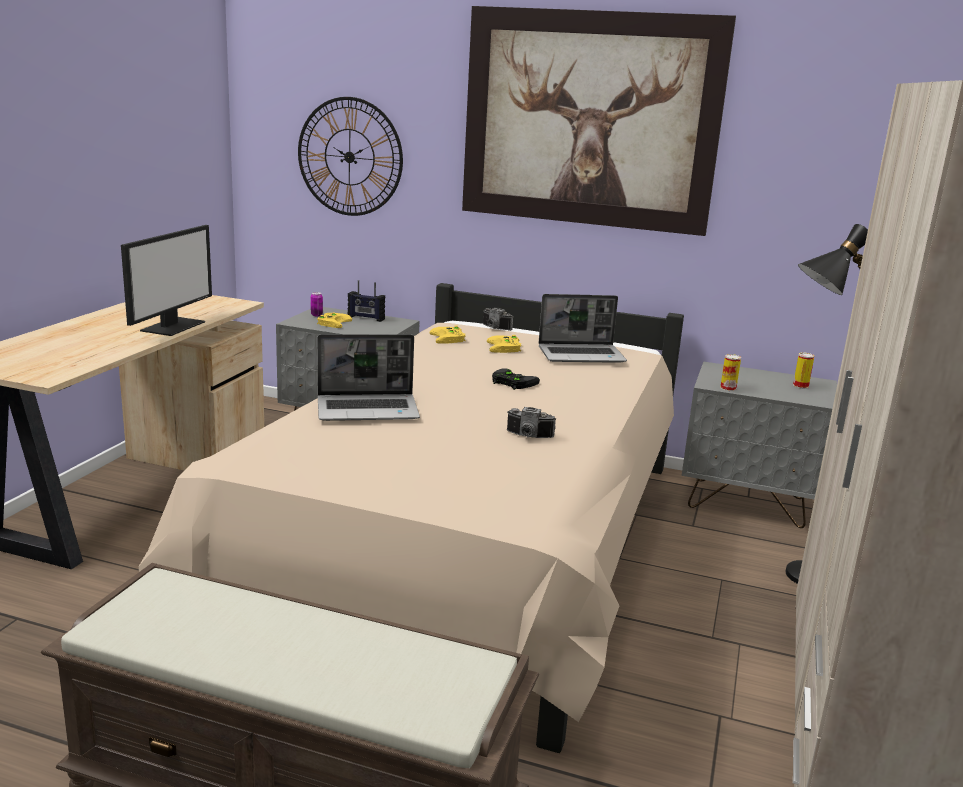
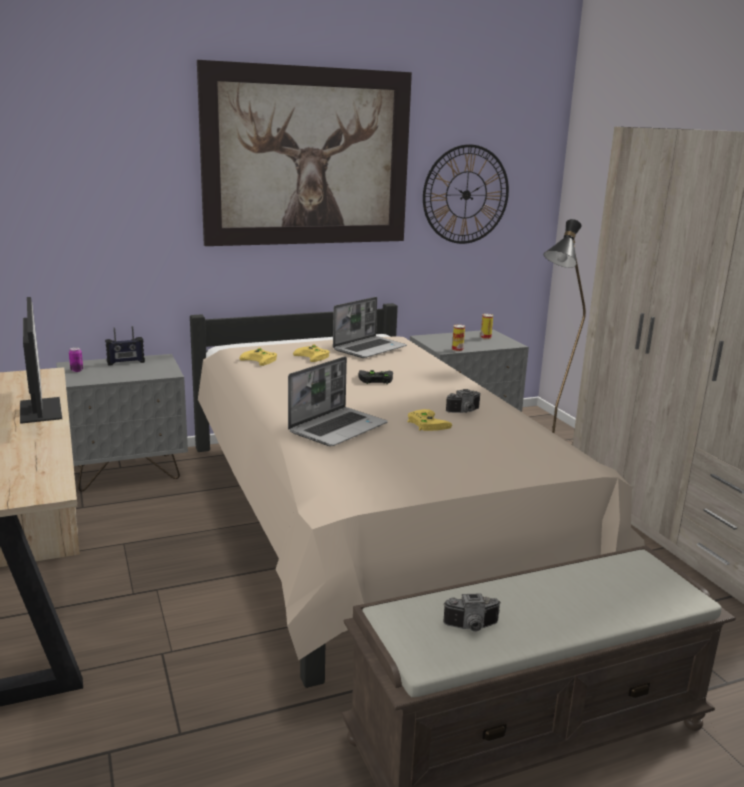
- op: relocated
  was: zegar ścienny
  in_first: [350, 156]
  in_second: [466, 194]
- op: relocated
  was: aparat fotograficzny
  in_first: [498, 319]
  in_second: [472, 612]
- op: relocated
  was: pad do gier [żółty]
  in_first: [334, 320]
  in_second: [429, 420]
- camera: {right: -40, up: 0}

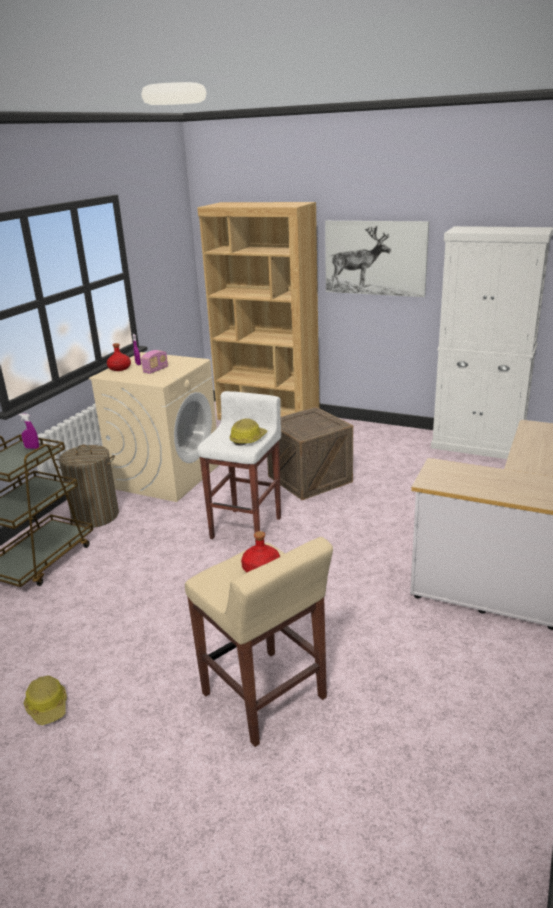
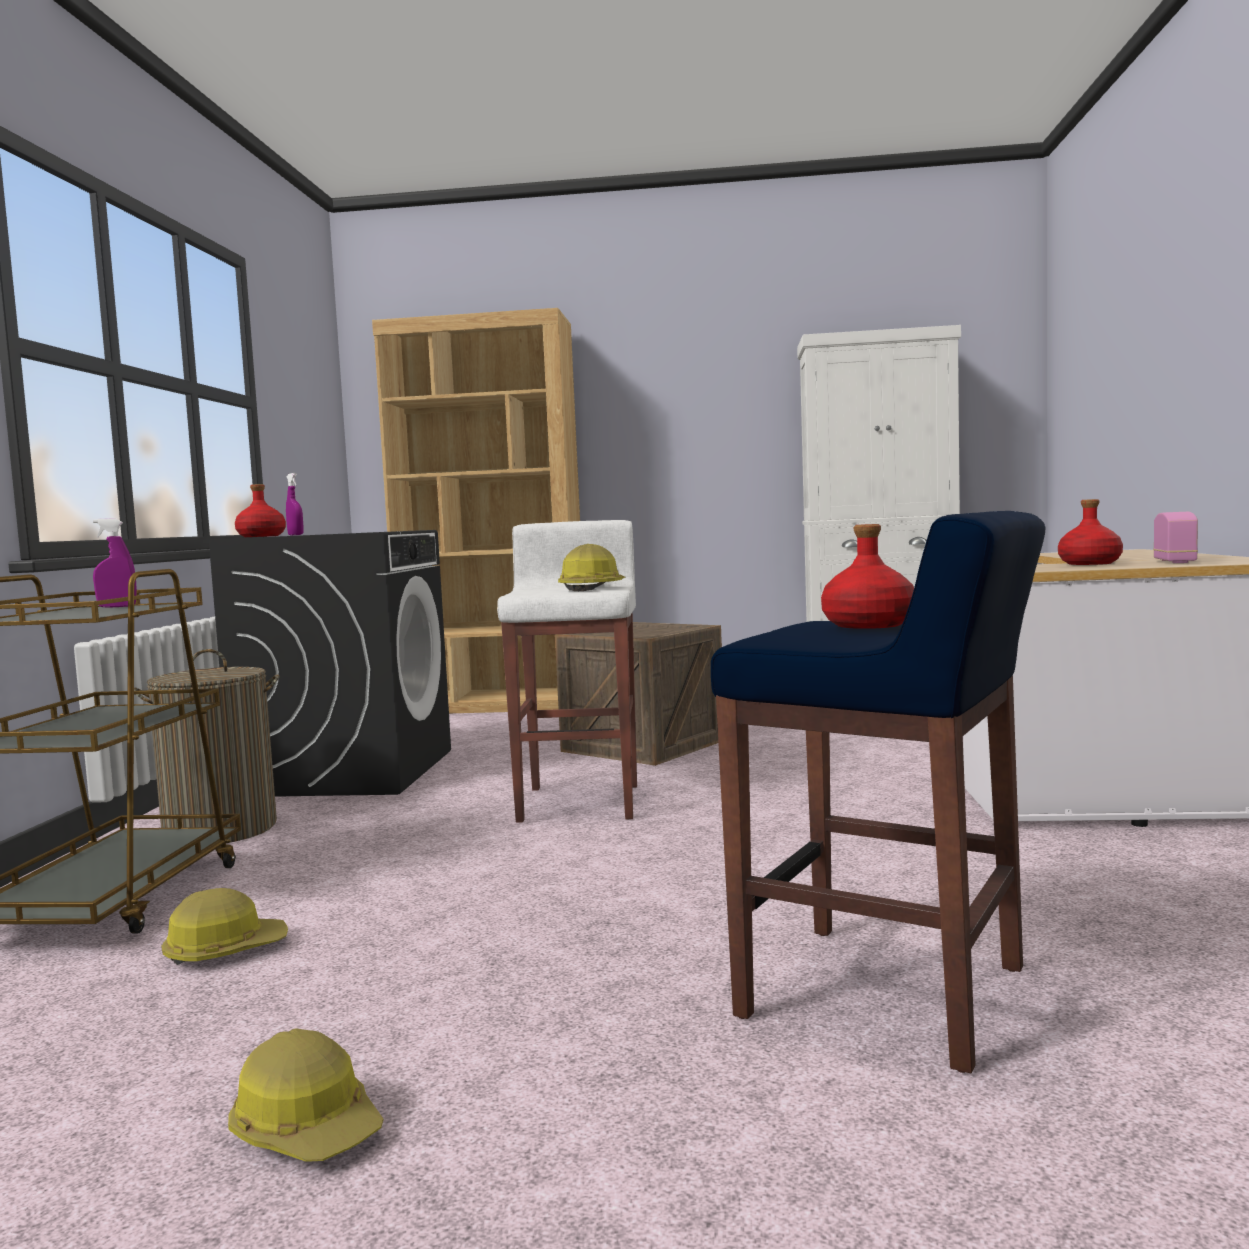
- op: missing
  was: obraz
  in_first: [377, 259]
- op: relocated
  was: radio
  in_first: [154, 362]
  in_second: [1175, 537]
- op: colour
  was: pralka [beżowy]
  now: pralka [czarny]
  in_first: [154, 427]
  in_second: [327, 663]
- op: colour
  was: stołek [beżowy]
  now: stołek [niebieski]
  in_first: [259, 642]
  in_second: [878, 792]
- op: appeared
  now: butelka [czerwony]
  in_second: [1090, 532]
- op: appeared
  now: kask
  in_second: [224, 926]
- camera: {right: -20, up: -20}

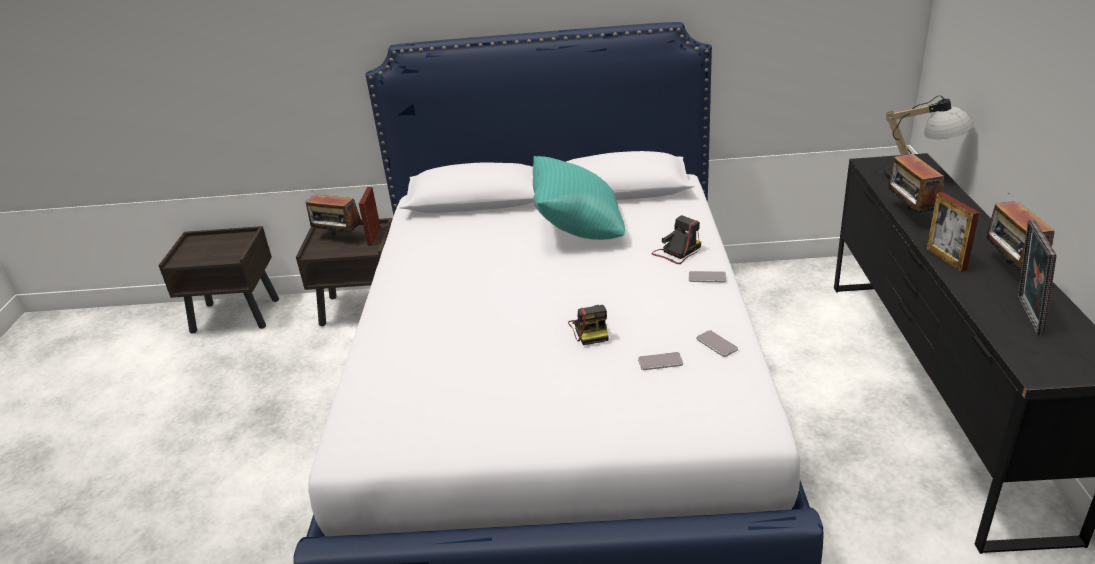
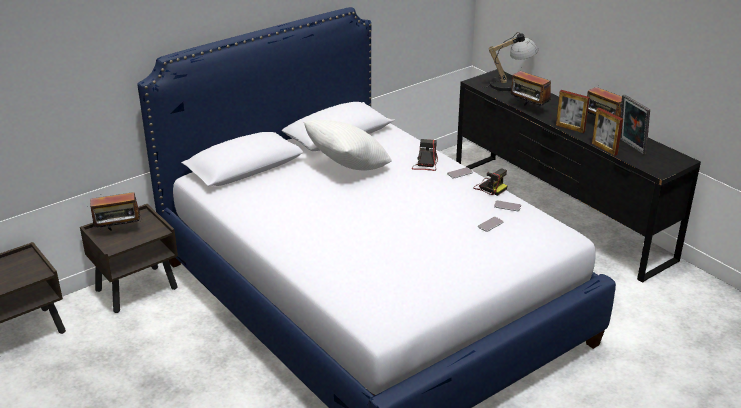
- op: colour
  was: poduszka [turkusowy]
  now: poduszka [biały]
  in_first: [579, 198]
  in_second: [348, 145]
- op: relocated
  was: ramka na zdjęcie
  in_first: [370, 216]
  in_second: [607, 132]
- op: relocated
  was: aparat fotograficzny
  in_first: [588, 325]
  in_second: [490, 182]
- camera: {right: -40, up: 0}

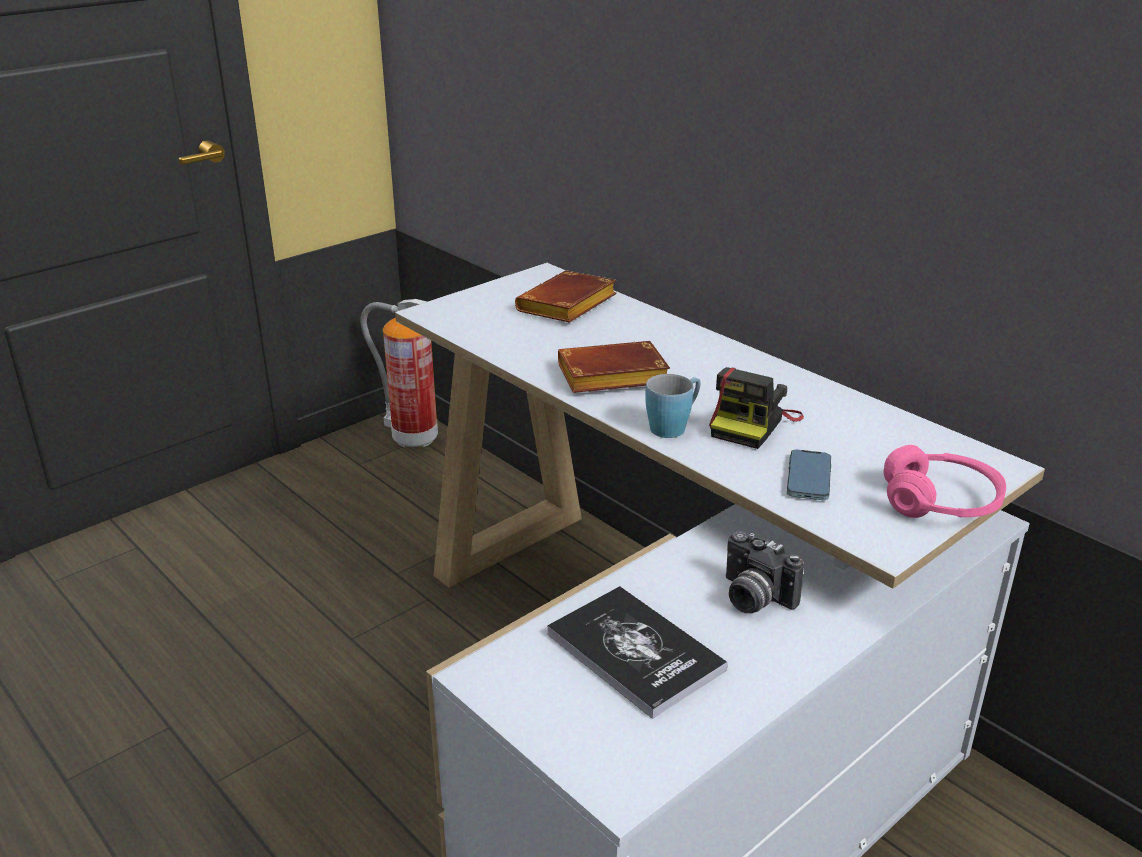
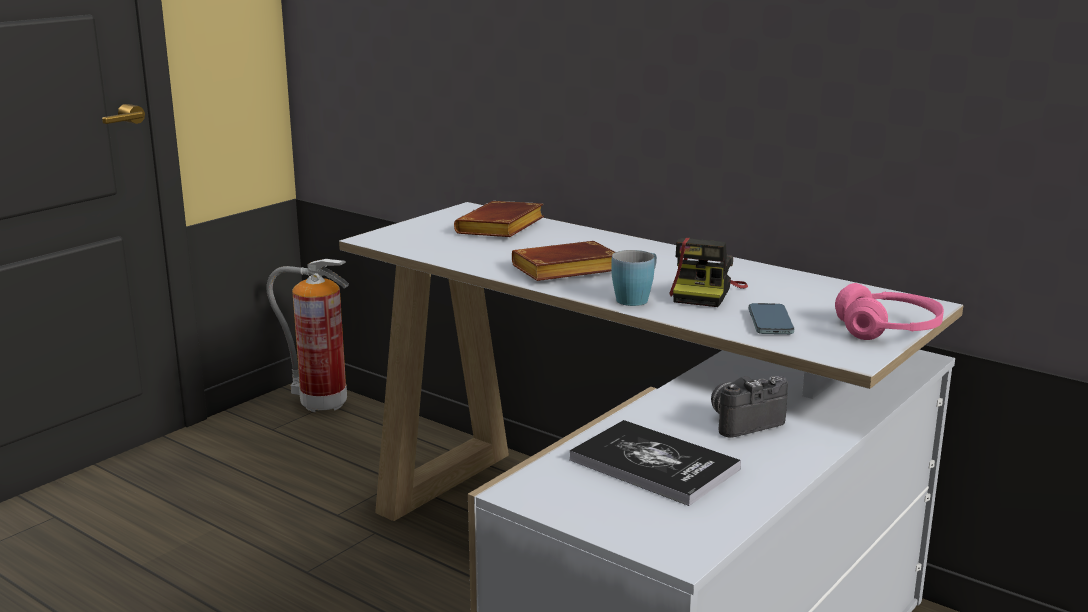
- op: spun
  was: aparat fotograficzny
  in_first: [765, 572]
  in_second: [749, 406]
  clockwise: 120
- camera: {right: -10, up: -10}

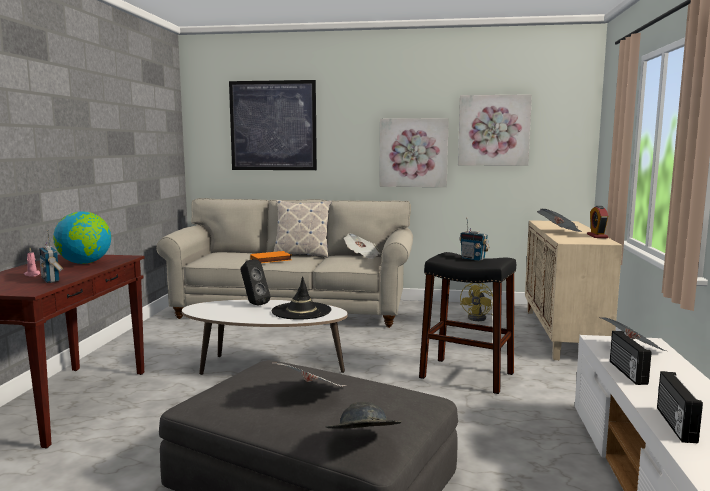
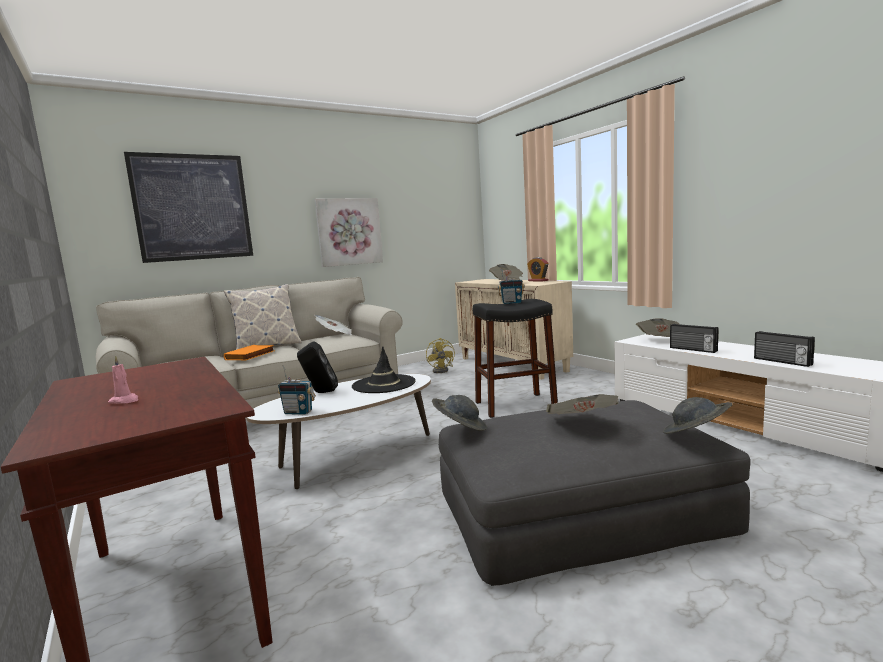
- op: missing
  was: obraz
  in_first: [495, 130]
- op: missing
  was: globus
  in_first: [82, 237]
- op: relocated
  was: radio
  in_first: [51, 256]
  in_second: [297, 389]
- op: appeared
  now: kapelusz [szary]
  in_second: [459, 413]
- camera: {right: -40, up: 0}

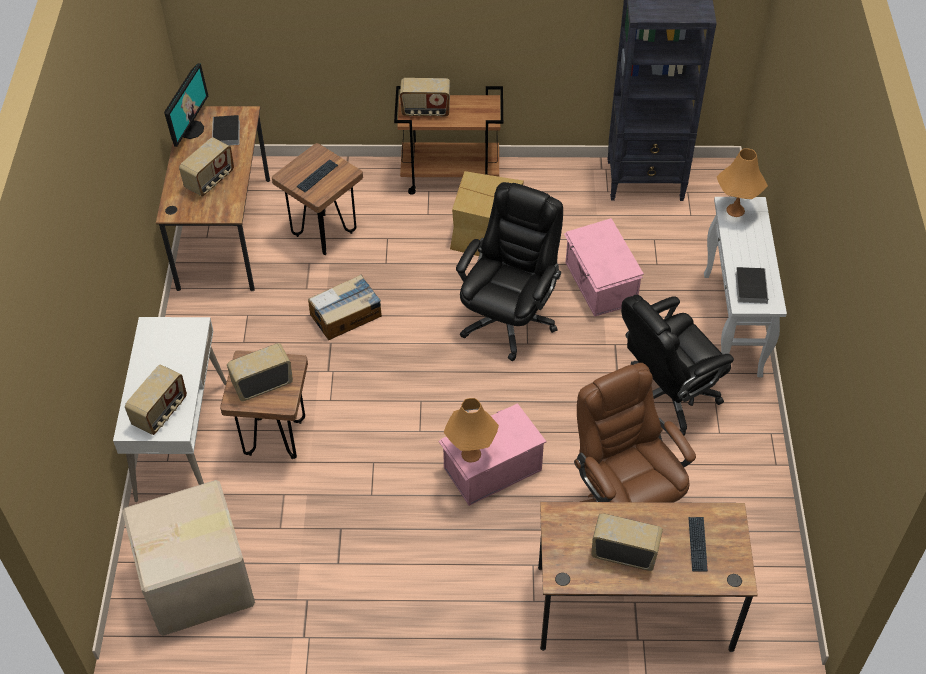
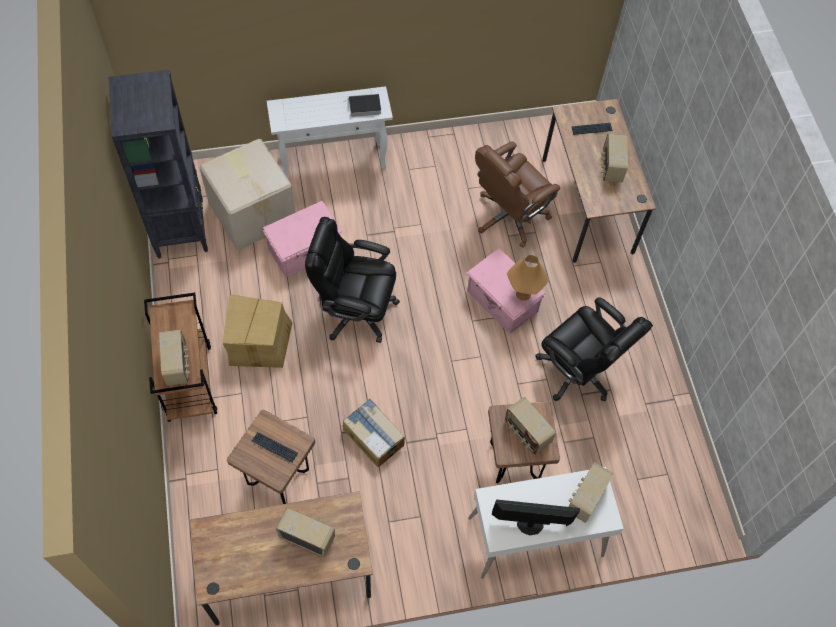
- op: relocated
  was: monitor
  in_first: [186, 105]
  in_second: [536, 517]
- op: missing
  was: książka
  in_first: [226, 130]
- op: missing
  was: lampa stołowa [pomarańczowy]
  in_first: [742, 182]
- op: relocated
  was: krzesło biurowe [czarny]
  in_first: [677, 365]
  in_second: [594, 349]
- op: spun
  was: radio
  in_first: [156, 399]
  in_second: [591, 492]
  clockwise: -75
- op: relocated
  was: karton
  in_first: [188, 558]
  in_second: [247, 194]
- camera: {right: -105, up: 10}

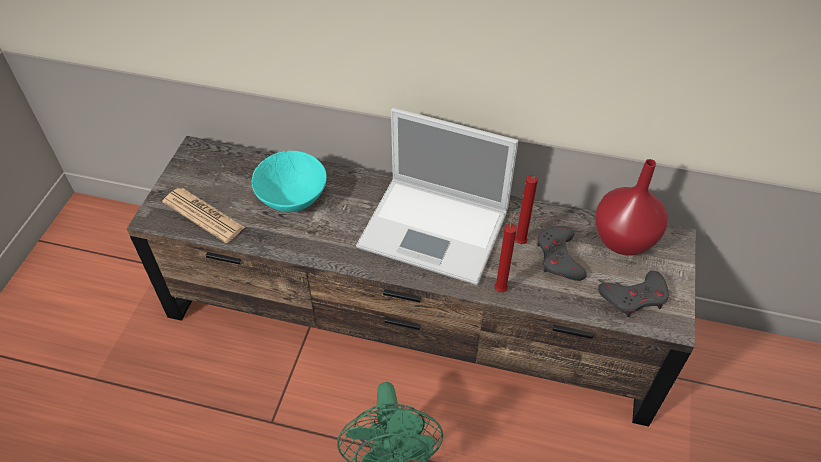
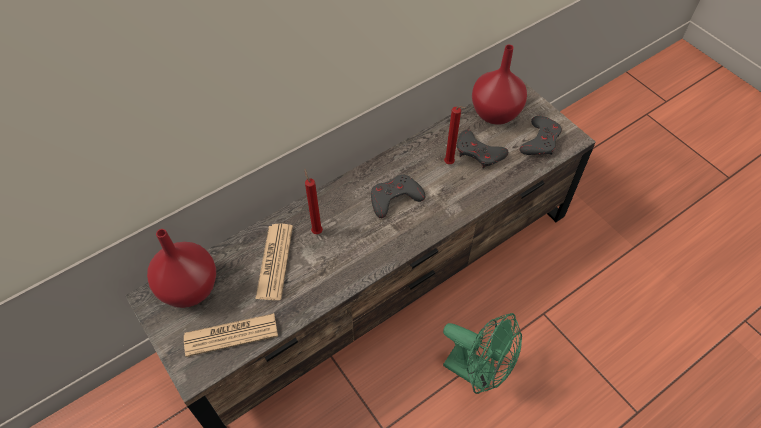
- op: exchanged
  was: laptop
  now: pad do gier [szary]
  in_first: [437, 196]
  in_second: [398, 196]
- op: exchanged
  was: miska [turkusowy]
  now: gazeta
  in_first: [289, 181]
  in_second: [274, 262]
- op: relocated
  was: świeca [czerwony]
  in_first: [505, 251]
  in_second: [314, 201]
- op: appeared
  now: wazon [czerwony]
  in_second: [181, 268]
- camera: {right: -50, up: 5}

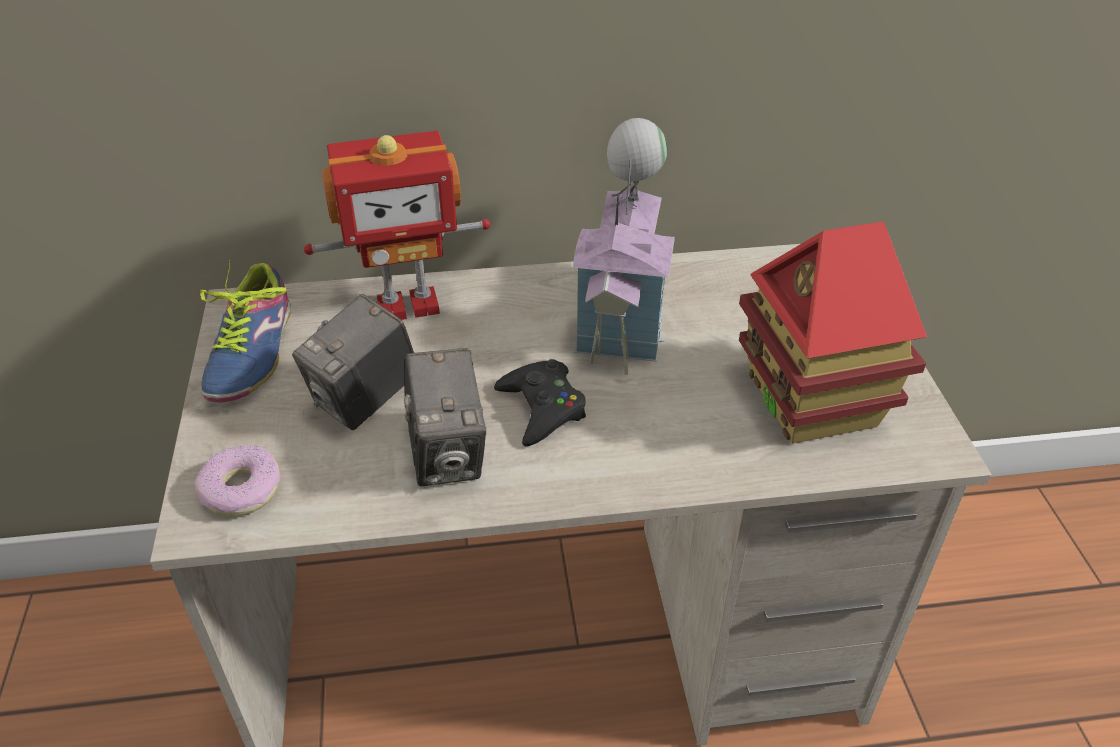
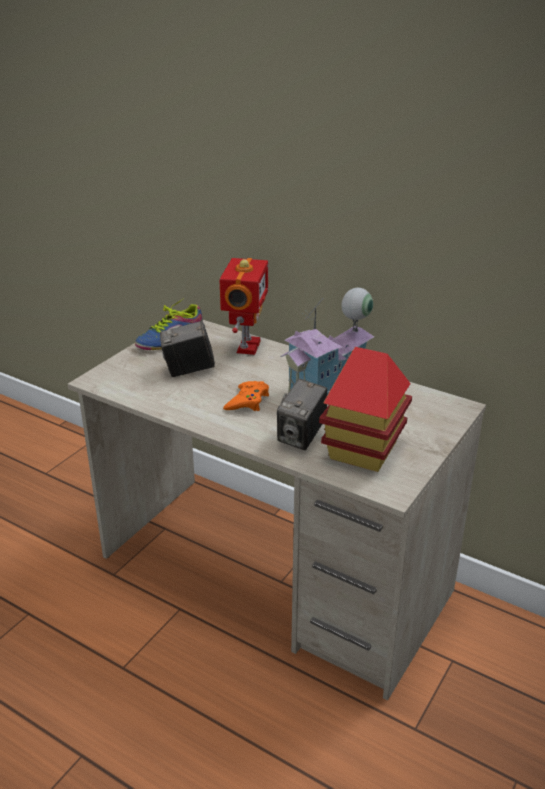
- op: spun
  was: robot zabawkowy
  in_first: [397, 225]
  in_second: [243, 306]
  clockwise: -105
- op: relocated
  was: aparat fotograficzny
  in_first: [445, 417]
  in_second: [302, 414]
- op: colour
  was: pad do gier [czarny]
  now: pad do gier [pomarańczowy]
  in_first: [540, 402]
  in_second: [246, 396]
- op: missing
  was: donut
  in_first: [237, 480]
- camera: {right: 40, up: -10}

